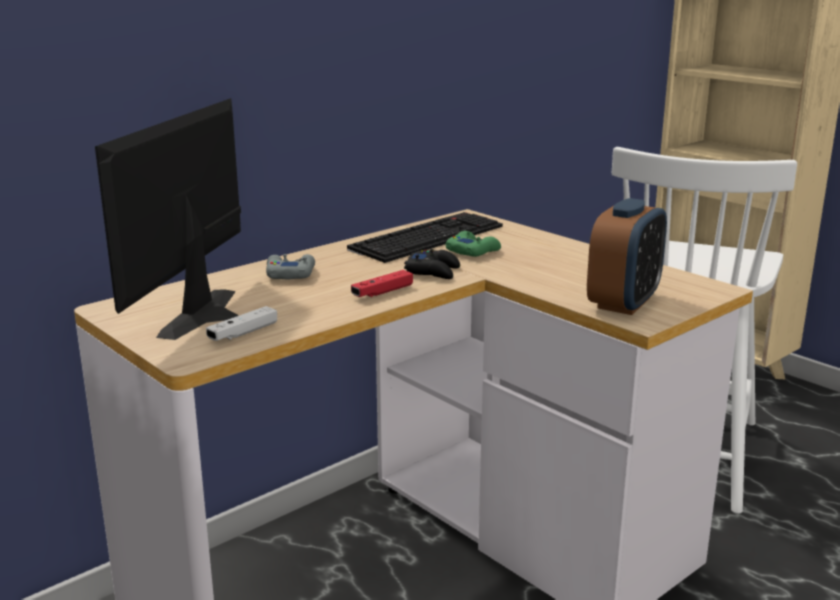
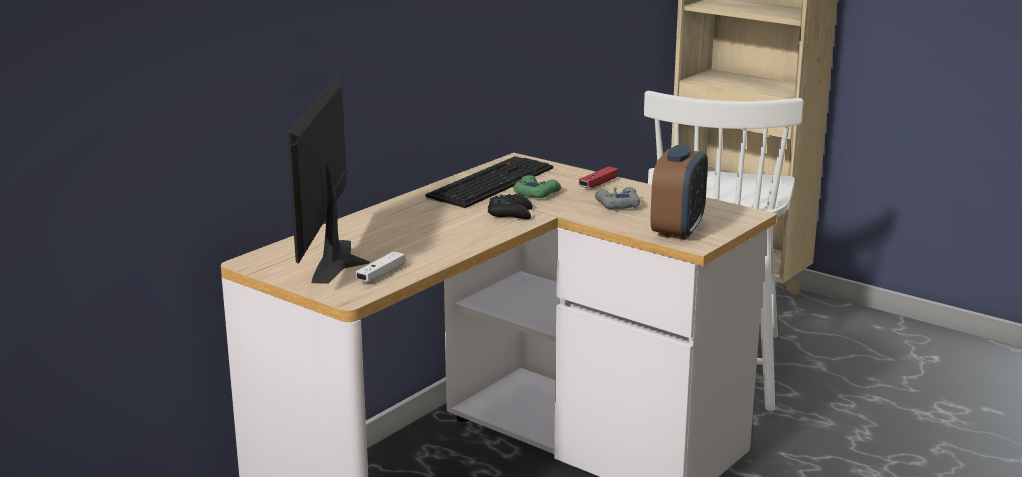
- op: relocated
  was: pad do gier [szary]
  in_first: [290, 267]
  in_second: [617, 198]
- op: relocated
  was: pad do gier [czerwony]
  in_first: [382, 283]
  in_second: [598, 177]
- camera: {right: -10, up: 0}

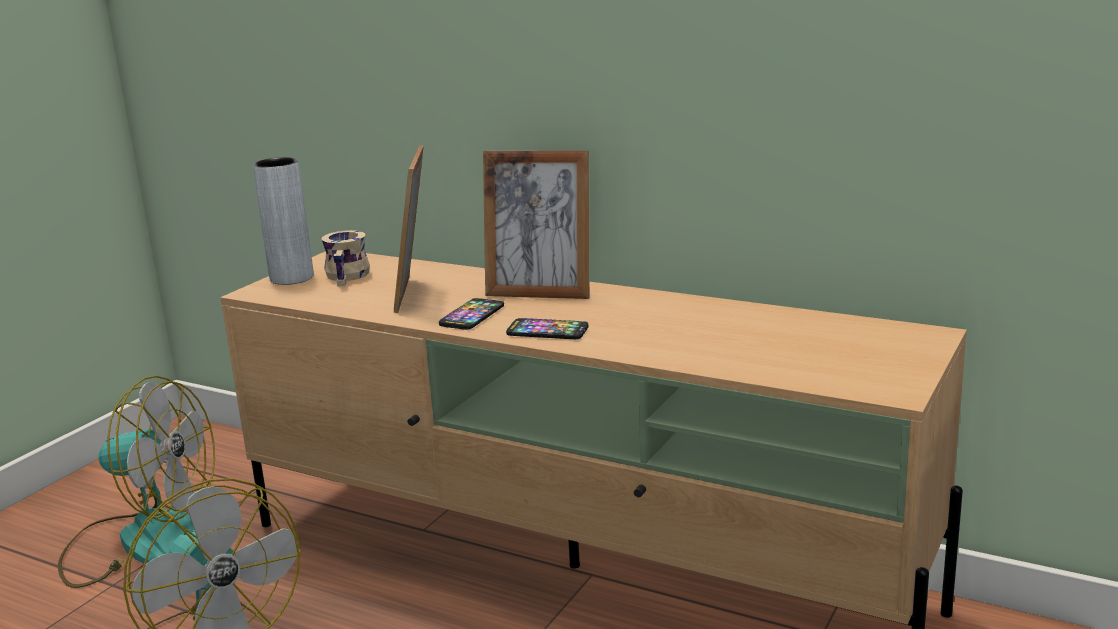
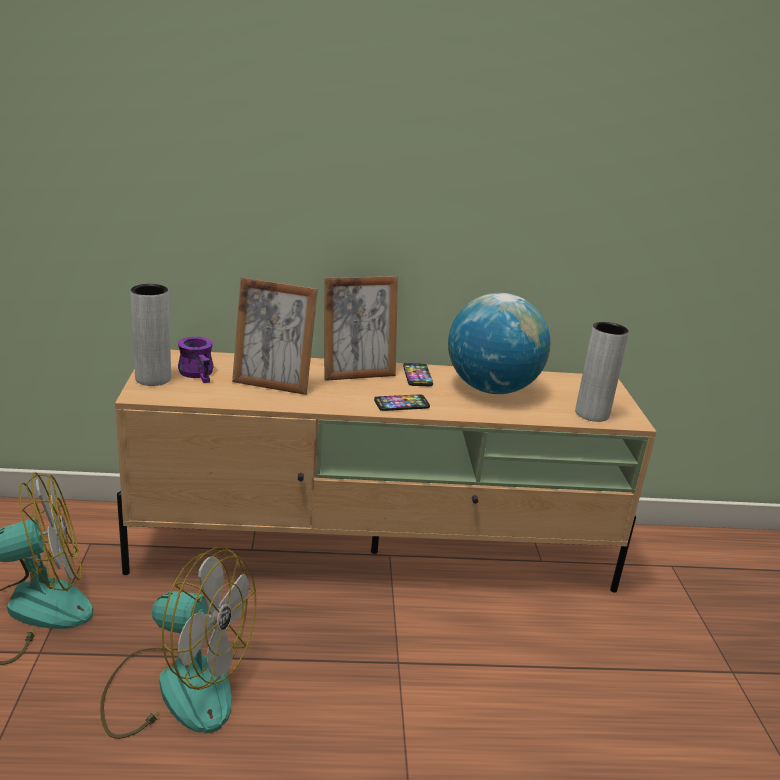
- op: spun
  was: ramka na zdjęcie
  in_first: [409, 229]
  in_second: [275, 336]
  clockwise: -45
- op: colour
  was: kubek [beżowy]
  now: kubek [fioletowy]
  in_first: [345, 258]
  in_second: [196, 360]
- op: relocated
  was: telefon
  in_first: [471, 314]
  in_second: [418, 374]
- op: appeared
  now: globus
  in_second: [499, 343]
- op: appeared
  now: wazon [szary]
  in_second: [602, 372]
- camera: {right: -35, up: 5}

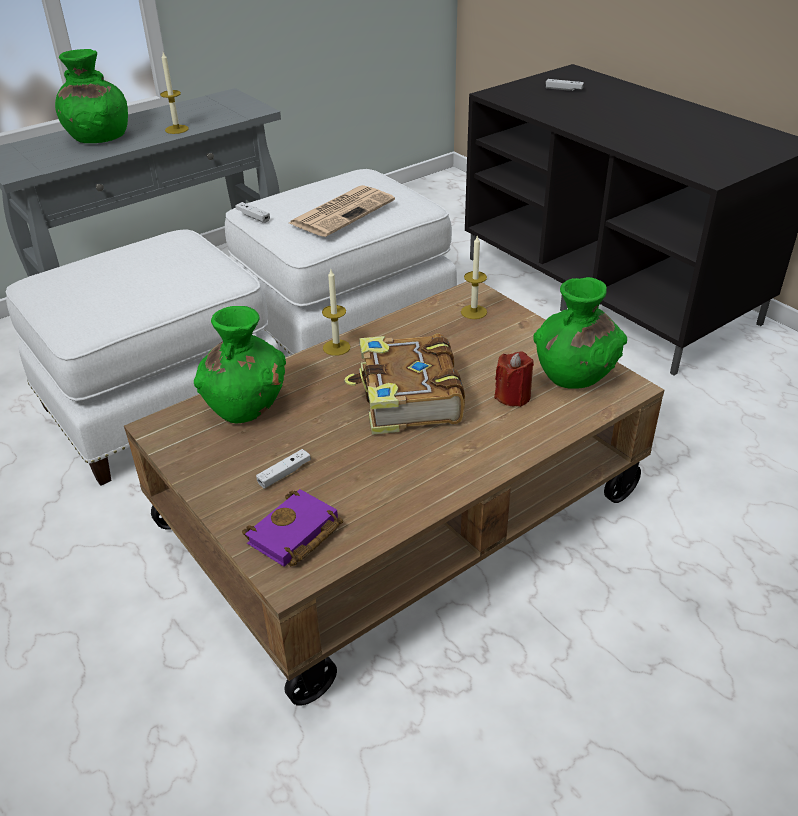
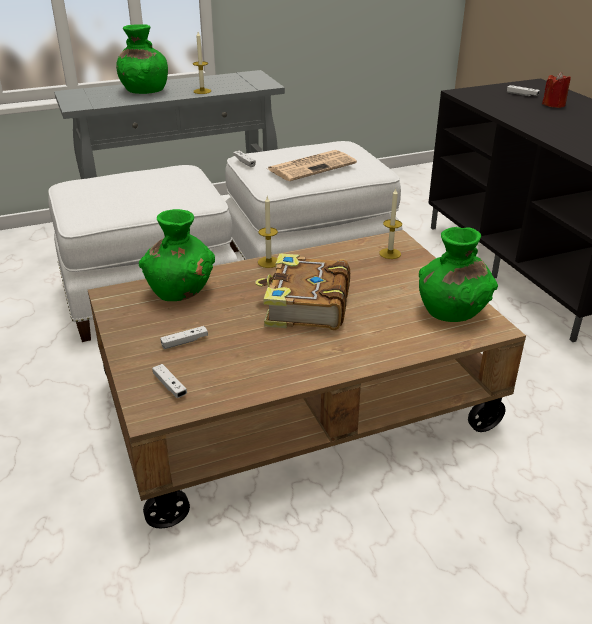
- op: relocated
  was: świeca [czerwony]
  in_first: [514, 379]
  in_second: [556, 90]
- op: exchanged
  was: książka [fioletowy]
  now: pad do gier [biały]
  in_first: [292, 528]
  in_second: [169, 381]
- camera: {right: 15, up: -5}

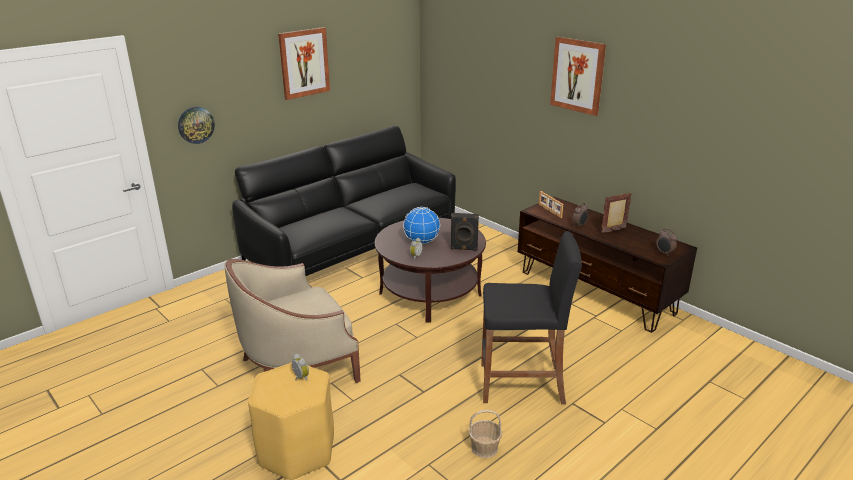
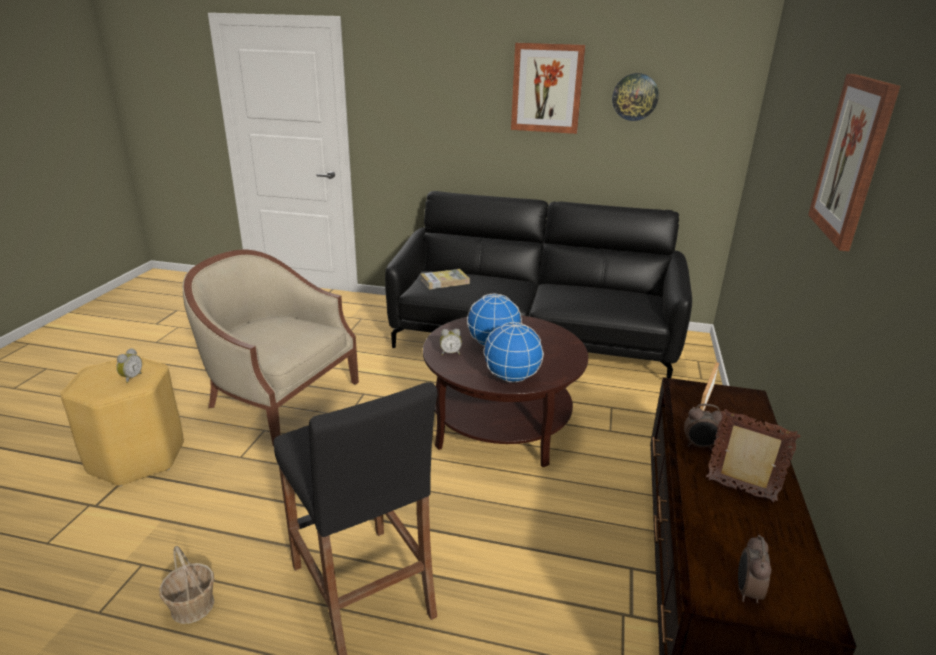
- op: relocated
  was: zegar ścienny
  in_first: [196, 125]
  in_second: [635, 97]
- op: exchanged
  was: głośnik [czarny]
  now: globus
  in_first: [464, 232]
  in_second: [513, 352]
- op: appeared
  now: książka
  in_second: [445, 279]
- camera: {right: 55, up: 0}

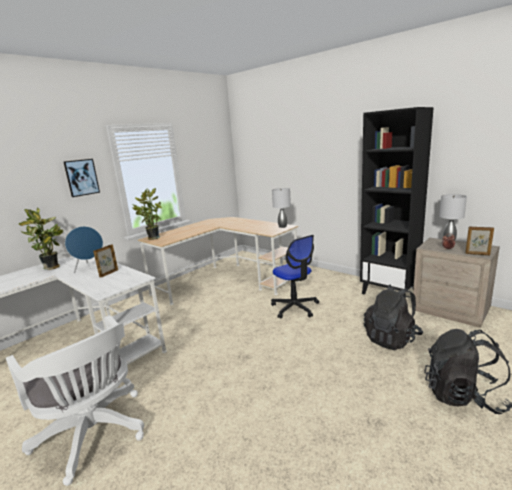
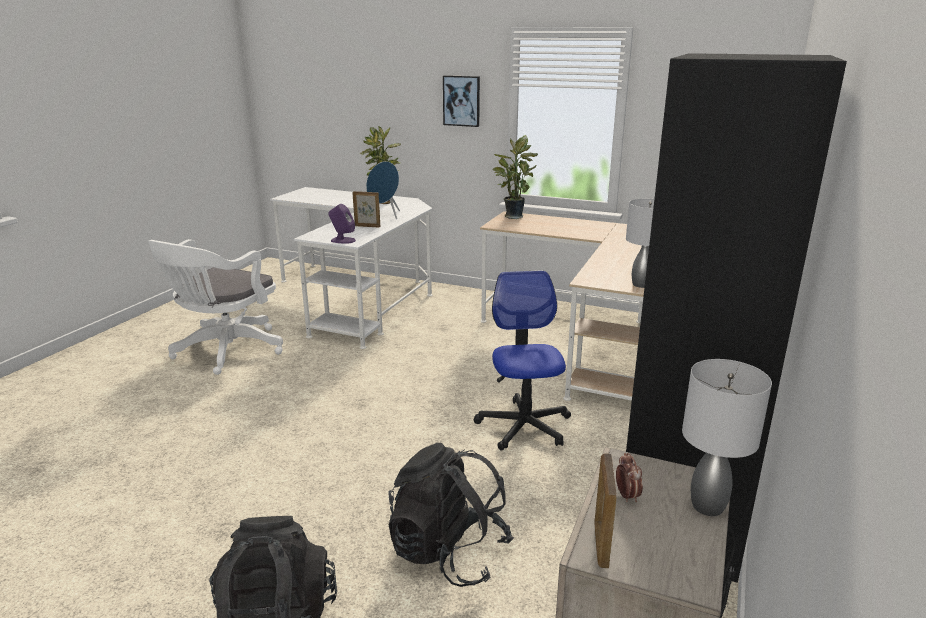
- op: spun
  was: krzesło biurowe
  in_first: [295, 276]
  in_second: [522, 360]
  clockwise: 135
- op: appeared
  now: głośnik [fioletowy]
  in_second: [342, 224]
- camera: {right: 70, up: 5}

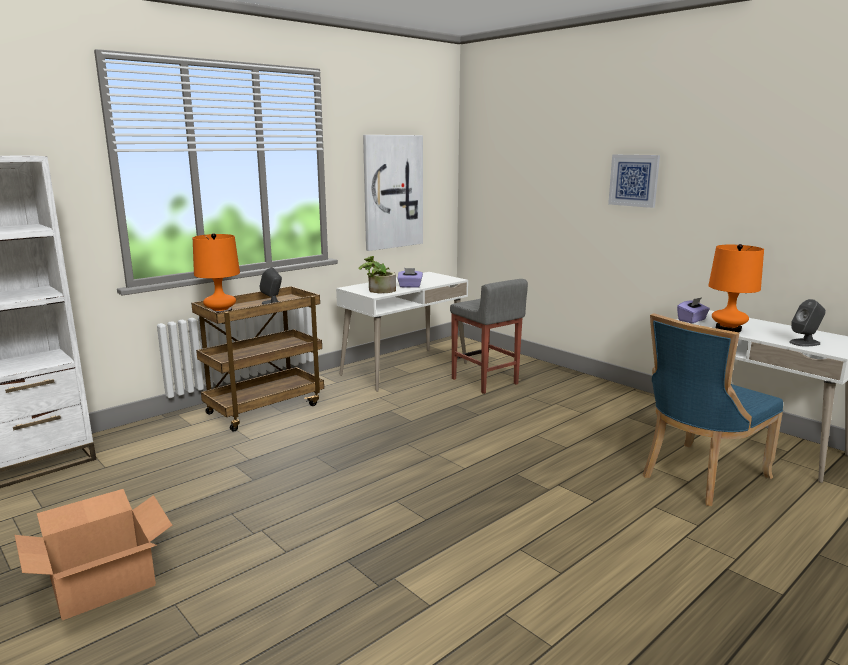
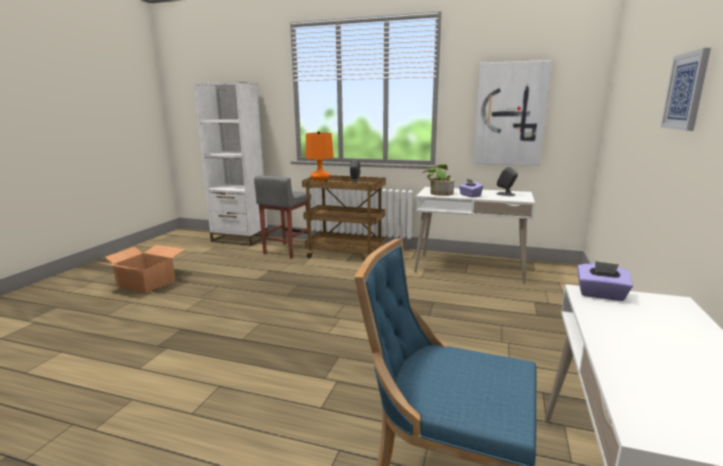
- op: missing
  was: lampa stołowa [pomarańczowy]
  in_first: [736, 288]
- op: relocated
  was: stołek [szary]
  in_first: [489, 336]
  in_second: [282, 217]
- op: relocated
  was: głośnik [szary]
  in_first: [807, 323]
  in_second: [507, 181]
- camera: {right: 60, up: 0}

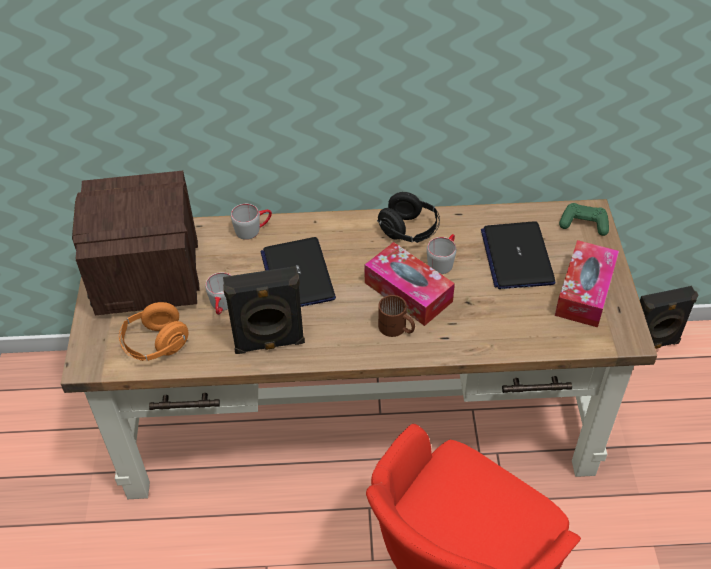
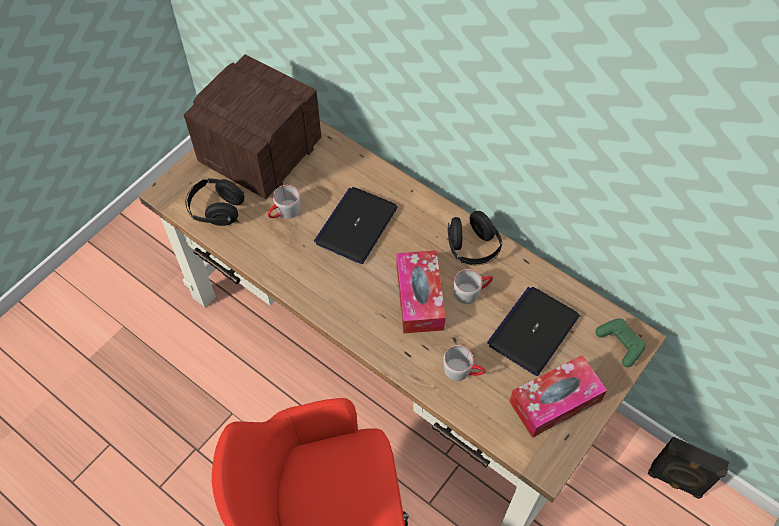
- op: relocated
  was: kubek [szary]
  in_first: [251, 222]
  in_second: [464, 363]
- op: missing
  was: głośnik [czarny]
  in_first: [264, 310]
- op: missing
  was: kubek [brązowy]
  in_first: [396, 316]
- op: colour
  was: słuchawki [pomarańczowy]
  now: słuchawki [czarny]
  in_first: [154, 331]
  in_second: [215, 202]
- camera: {right: 40, up: 10}

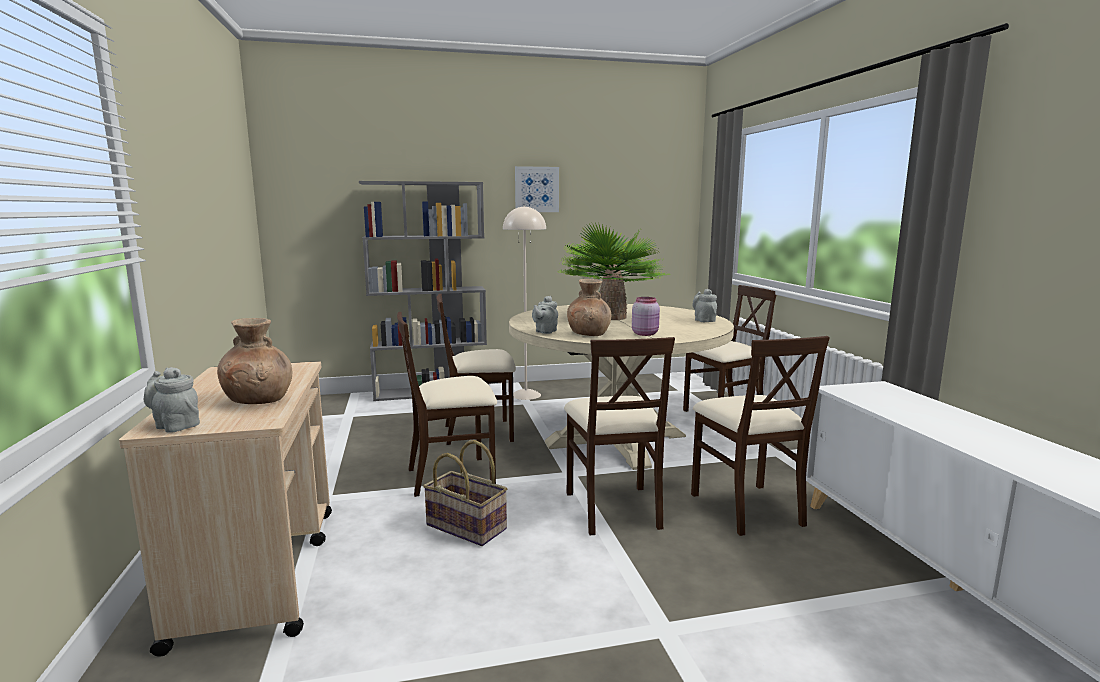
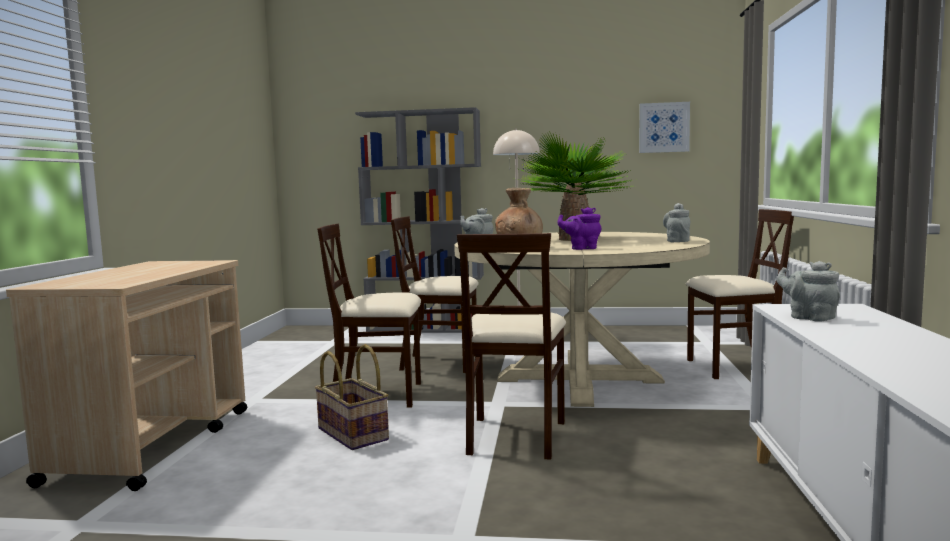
- op: relocated
  was: obraz
  in_first: [537, 189]
  in_second: [664, 127]
- op: exchanged
  was: słoik [różowy]
  now: imbryk [fioletowy]
  in_first: [646, 316]
  in_second: [579, 228]
- op: missing
  was: wazon [brązowy]
  in_first: [255, 361]
- op: missing
  was: krzesło [beżowy]
  in_first: [760, 436]
- op: relocated
  was: imbryk [szary]
  in_first: [172, 400]
  in_second: [808, 291]
- camera: {right: 20, up: -5}

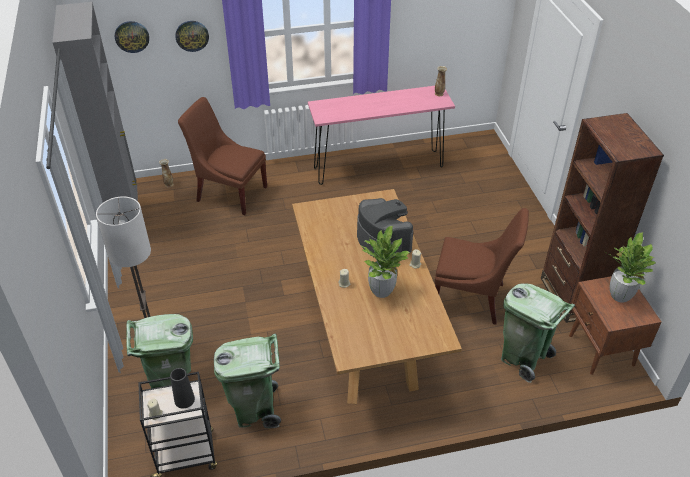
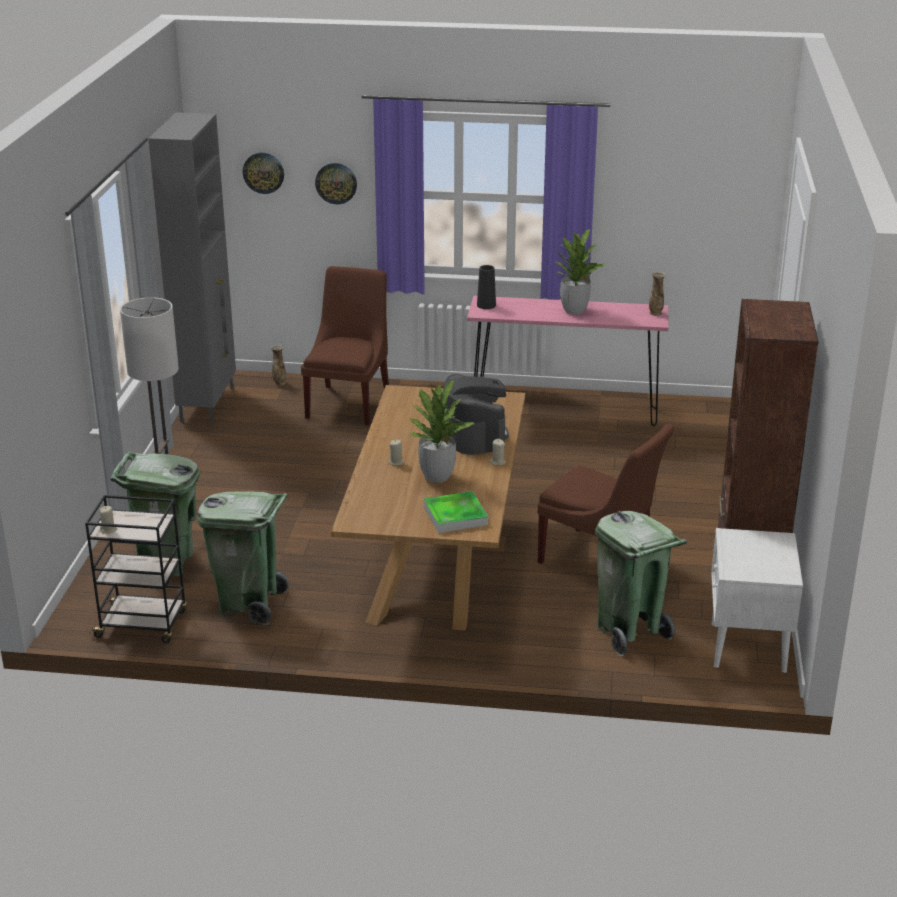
- op: spun
  was: krzesło [brązowy]
  in_first: [222, 156]
  in_second: [345, 345]
  clockwise: 60
- op: relocated
  was: roślina doniczkowa
  in_first: [630, 267]
  in_second: [581, 271]
- op: colour
  was: szafka nocna [brązowy]
  now: szafka nocna [biały]
  in_first: [615, 325]
  in_second: [757, 600]
- op: relocated
  was: wazon [czarny]
  in_first: [182, 388]
  in_second: [486, 287]
- op: appeared
  now: taca
  in_second: [456, 512]
- camera: {right: 20, up: -15}

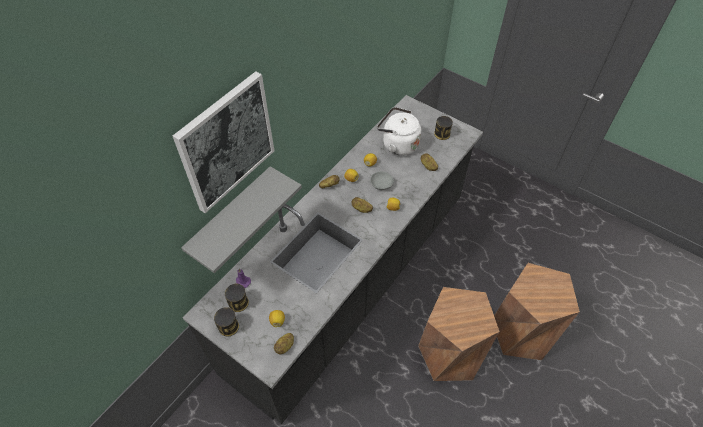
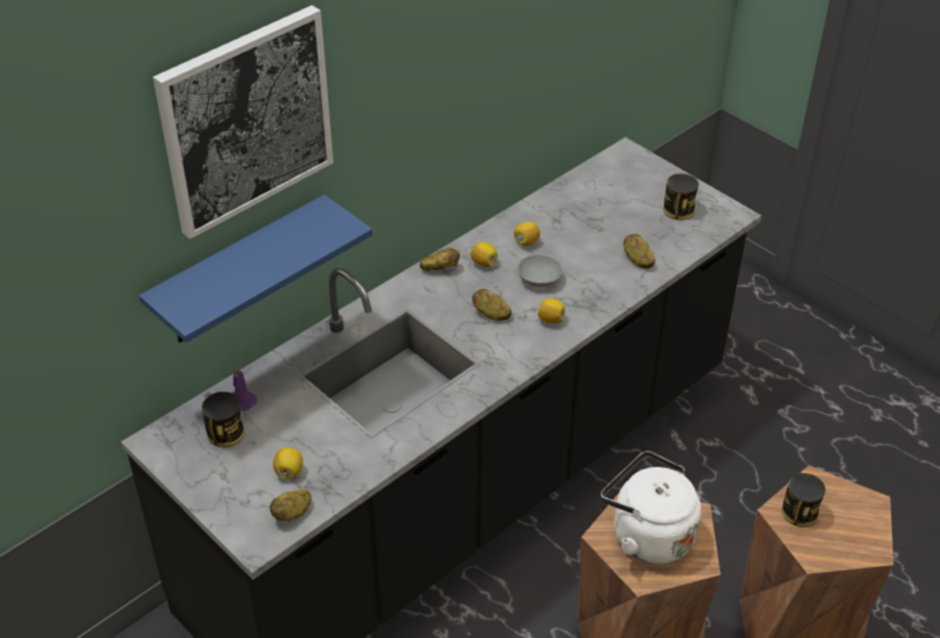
- op: relocated
  was: czajnik [biały]
  in_first: [399, 131]
  in_second: [651, 507]
- op: colour
  was: półka [szary]
  now: półka [niebieski]
  in_first: [241, 219]
  in_second: [255, 268]
- op: relocated
  was: puszka
  in_first: [226, 321]
  in_second: [804, 500]
- camera: {right: 10, up: -10}

